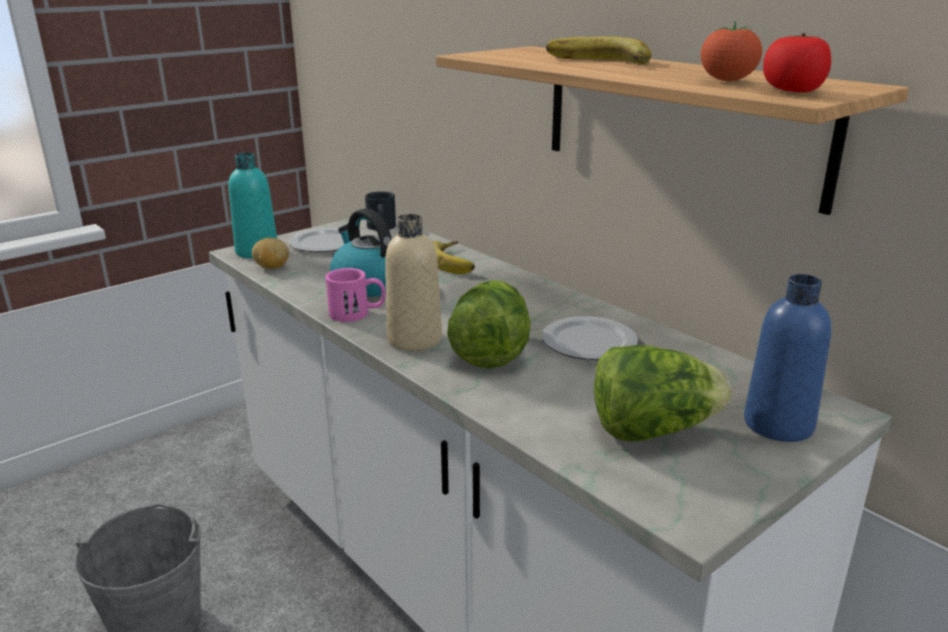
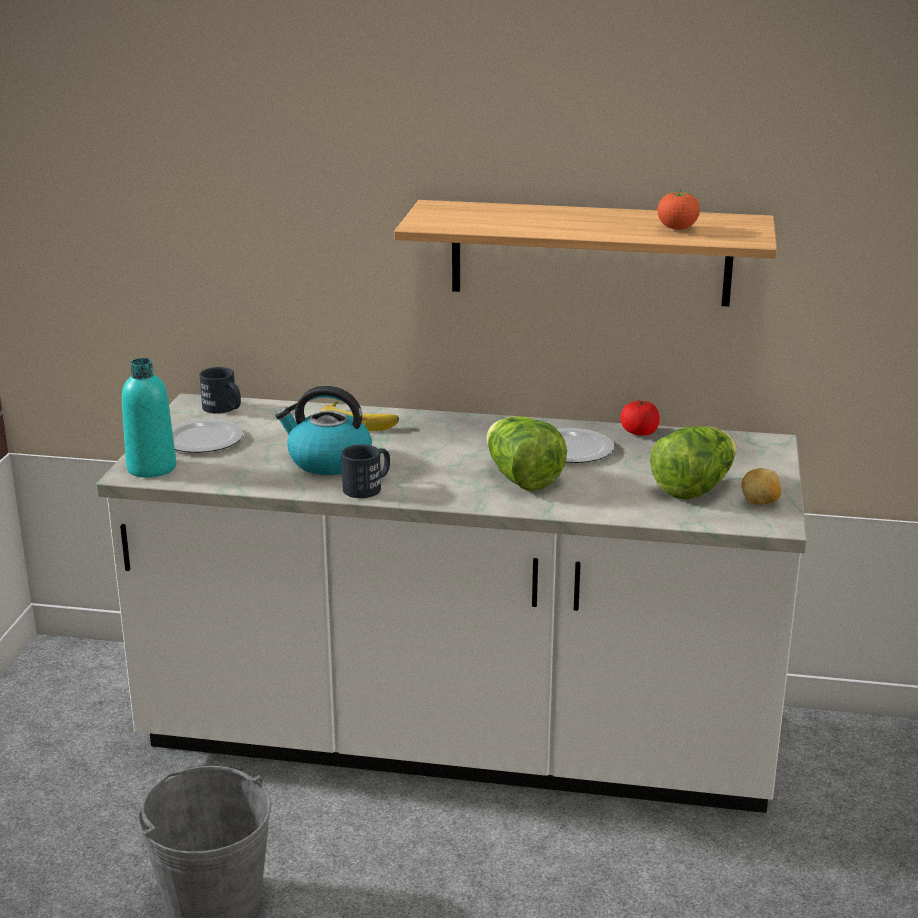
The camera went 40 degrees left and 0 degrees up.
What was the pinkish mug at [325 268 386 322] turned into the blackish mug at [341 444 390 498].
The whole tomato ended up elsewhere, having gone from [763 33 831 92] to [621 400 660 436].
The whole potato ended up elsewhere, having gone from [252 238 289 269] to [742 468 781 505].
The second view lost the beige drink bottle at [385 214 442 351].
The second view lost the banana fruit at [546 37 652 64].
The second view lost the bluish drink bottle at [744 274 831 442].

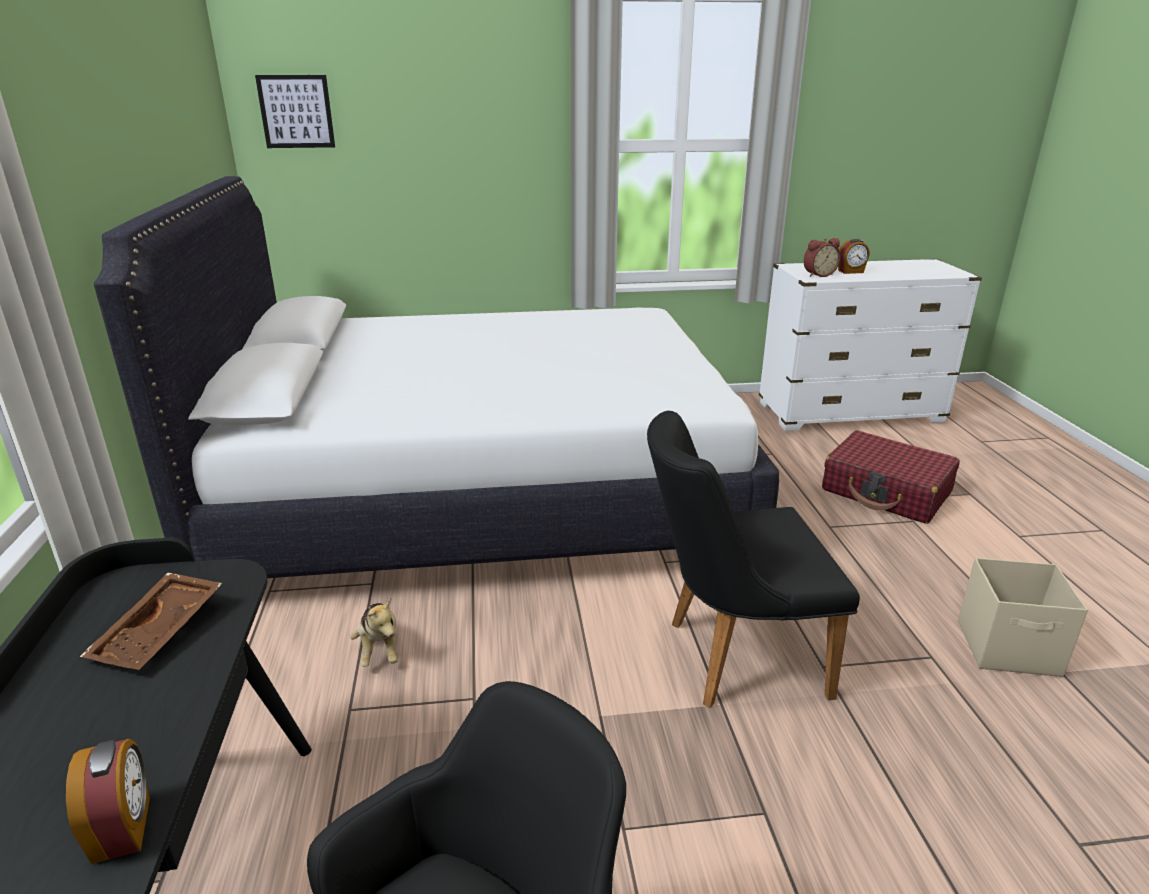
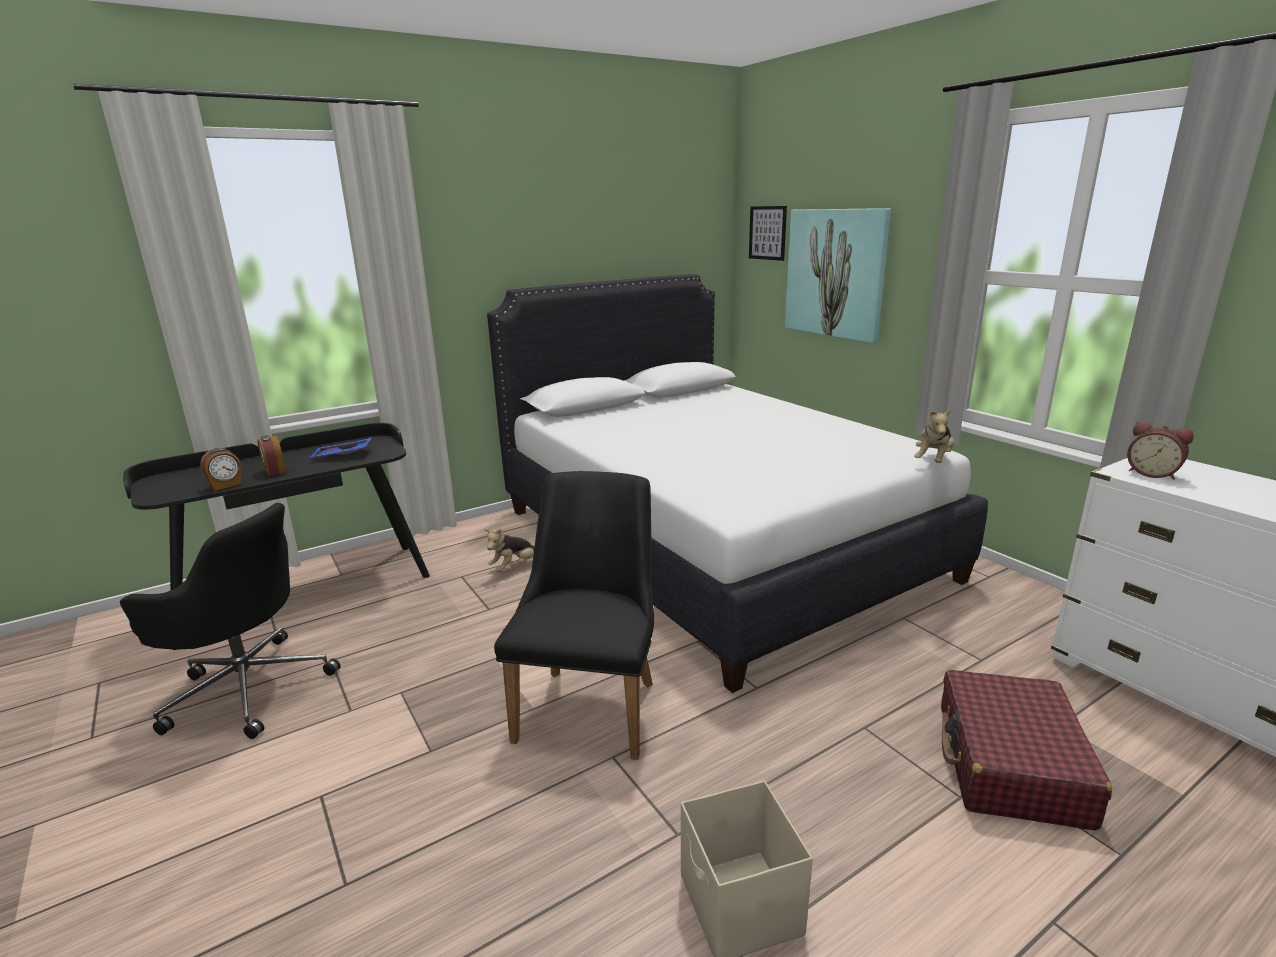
The camera went 65 degrees right and 5 degrees down.
The bedside clock ended up elsewhere, having gone from [838 239 870 274] to [258 435 286 476].
What was the brownish carrying tray at [80 573 222 670] turned into the bluish carrying tray at [310 438 371 458].
The blackish chair at [647 411 860 708] ended up facing another way, 45 degrees clockwise from before.
The second view gained the wall art at [785 208 891 343].
The second view gained the cuddly toy at [914 408 954 463].

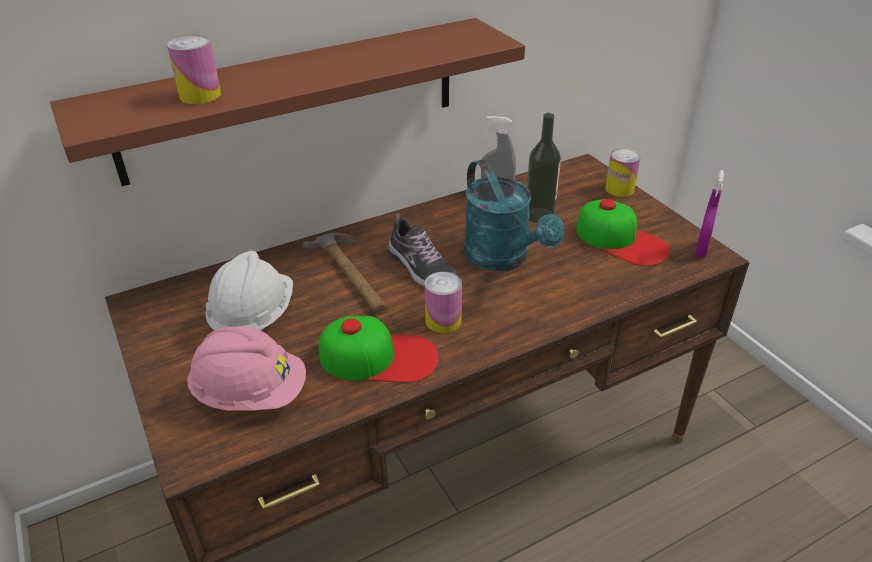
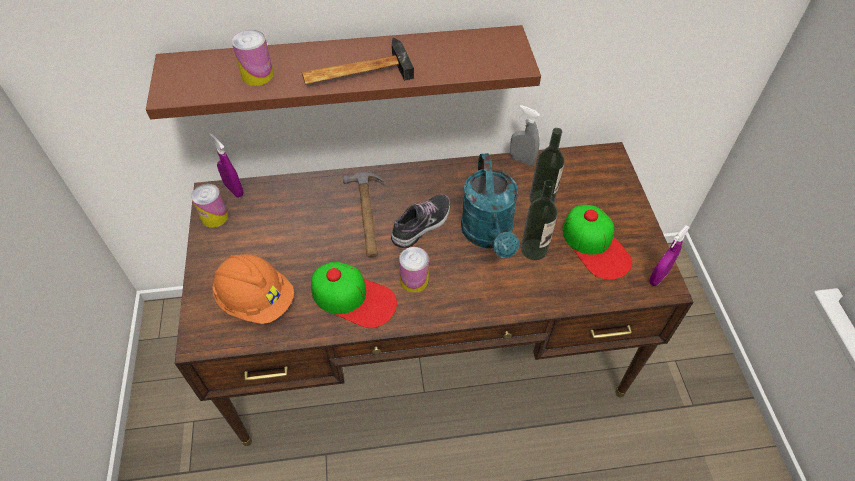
The camera went 20 degrees right and 15 degrees up.
The sealed can ended up elsewhere, having gone from [605 148 641 197] to [191 184 228 228].
The second view gained the purplish sprayer at [209 133 244 197].
What was the pinkish work helmet at [187 326 306 411] turned into the orange-coloured work helmet at [212 254 294 324].
The second view gained the hammer at [302 38 414 85].
The low shoe at [388 213 458 286] ended up facing another way, 120 degrees counterclockwise from before.
The second view gained the drink bottle at [521 180 557 260].
The second view lost the whitish work helmet at [205 251 293 331].

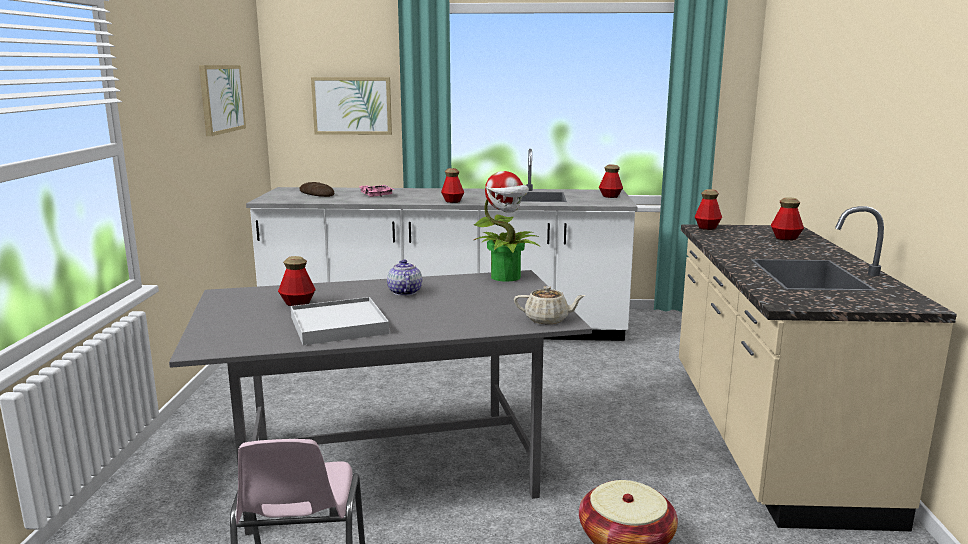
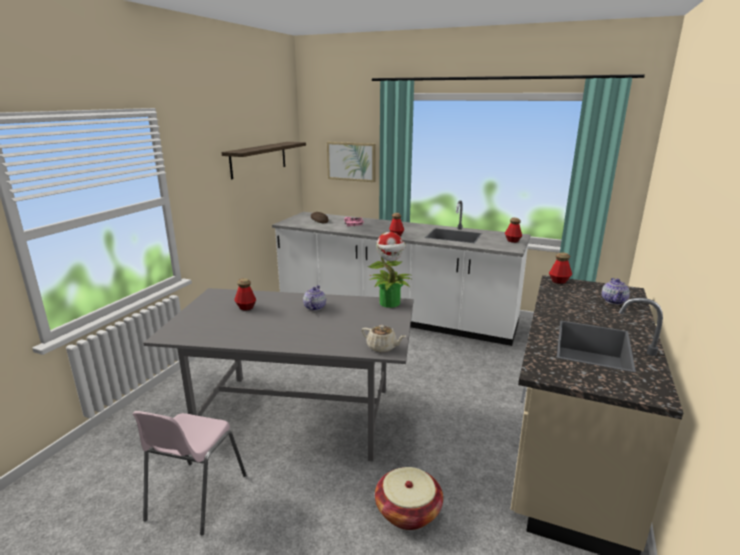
The camera went 20 degrees right and 5 degrees up.
Where the wall art hung at [199 65 246 136], the wall shelf came to hang at [221 142 306 180].
Where the drink bottle stood at [771 197 804 240], the teapot came to stand at [602 278 630 305].
The second view lost the whitish carrying tray at [291 297 389 345].

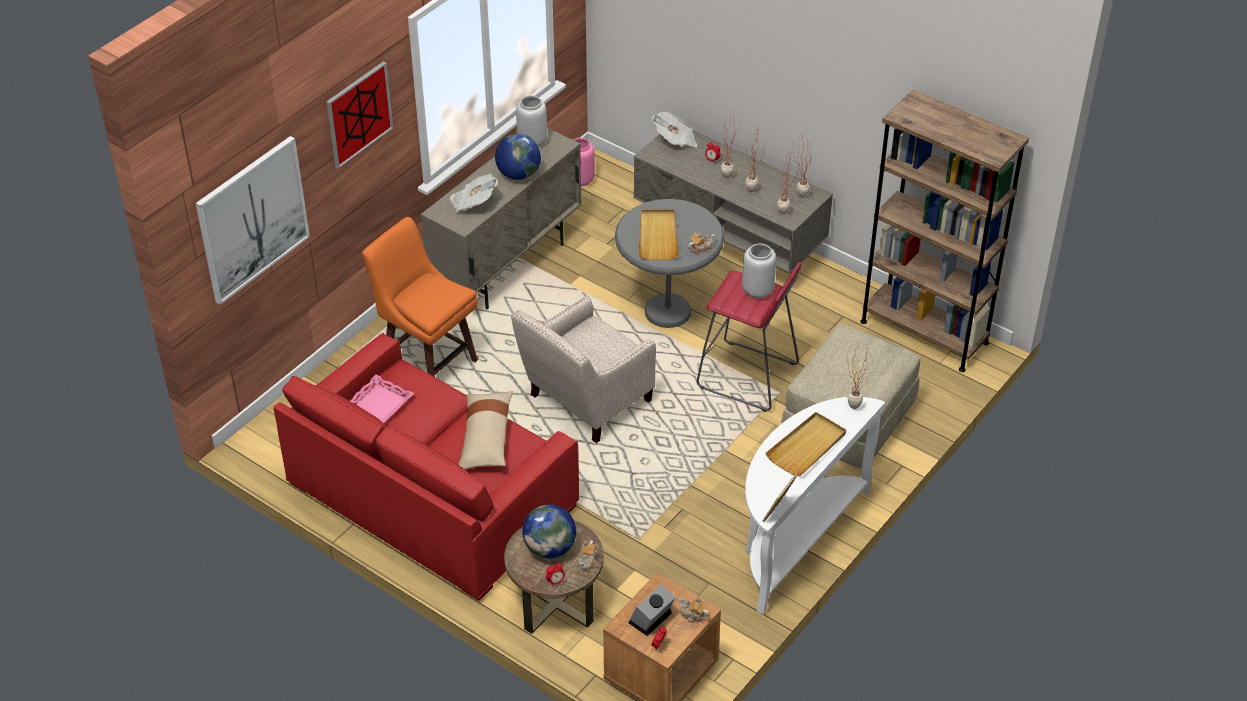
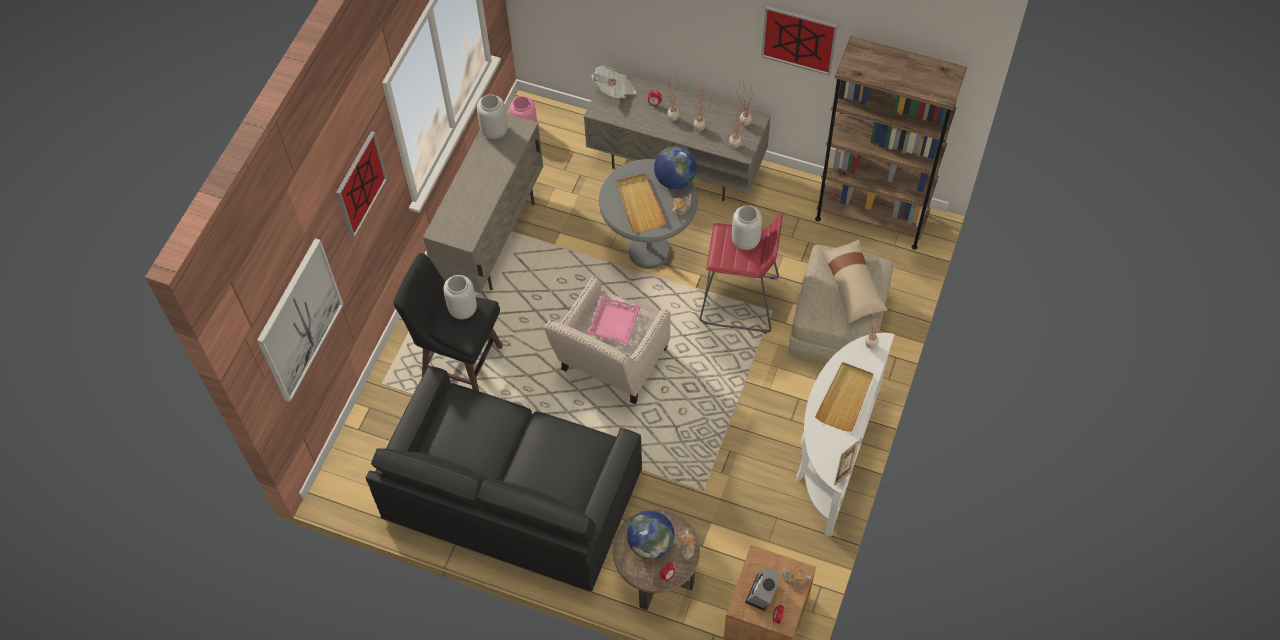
The camera went 15 degrees left and 15 degrees up.
What was the red-coloured settee at [273 333 579 601] turned into the blackish settee at [366 365 642 591].
What was the orange-coloured stool at [362 217 478 377] turned into the blackish stool at [393 253 502 391].
The second view gained the grey vase at [443 275 477 319].
The pinkish carrying tray ended up elsewhere, having gone from [350 375 414 423] to [587 296 641 344].
The desk globe ended up elsewhere, having gone from [495 134 541 180] to [654 146 697 189].
The second view gained the wall art at [761 6 837 75].
The beige pillow ended up elsewhere, having gone from [458 391 513 469] to [821 239 888 323].
The second view lost the newspaper at [450 174 498 212].

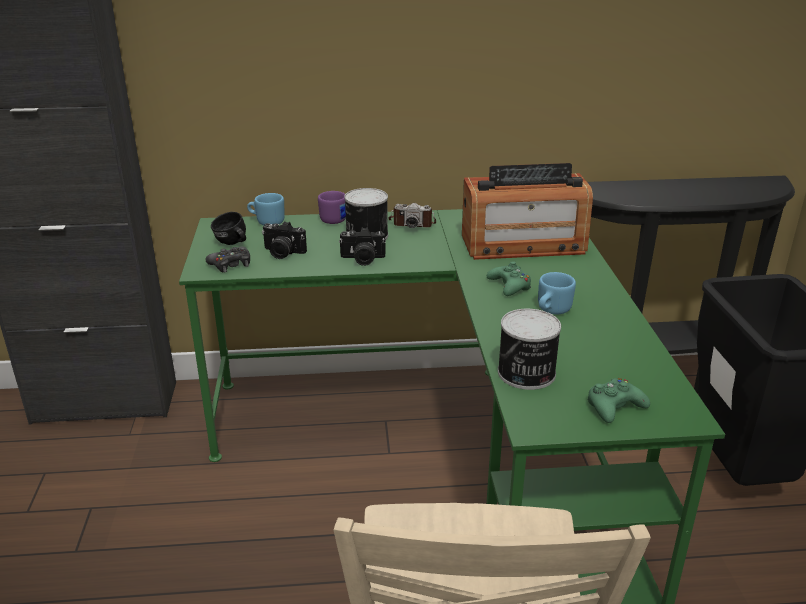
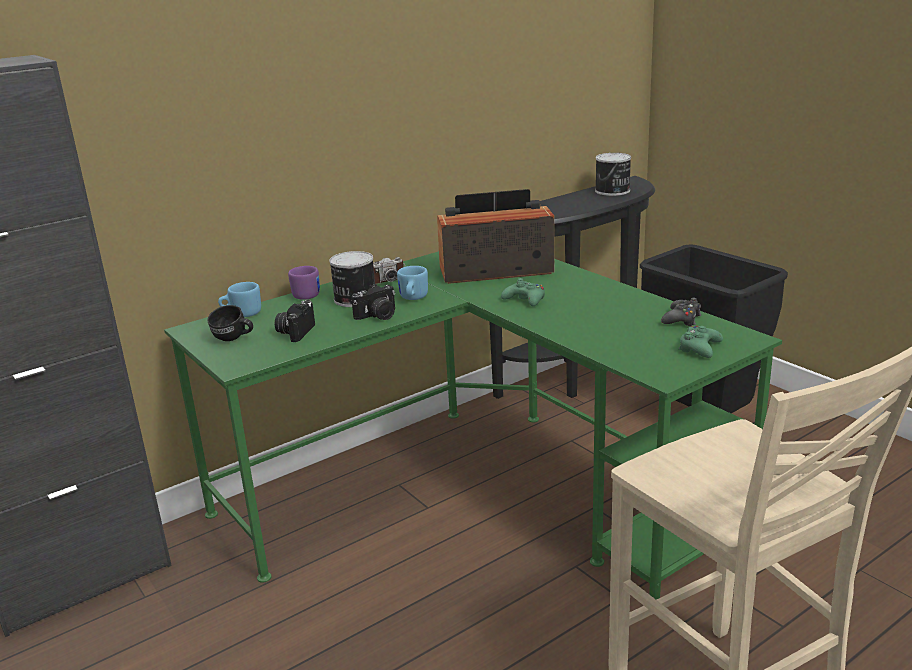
The camera went 30 degrees left and 5 degrees down.
The photo camera at [262 221 307 259] ended up facing another way, 120 degrees clockwise from before.
The bluish mug ended up elsewhere, having gone from [538 272 576 314] to [397 266 428 300].
The radio set at [462 163 593 260] ended up facing another way, 150 degrees counterclockwise from before.
The sealed can ended up elsewhere, having gone from [498 309 561 390] to [595 153 631 196].
The blackish gamepad ended up elsewhere, having gone from [205 247 250 272] to [661 298 701 326].

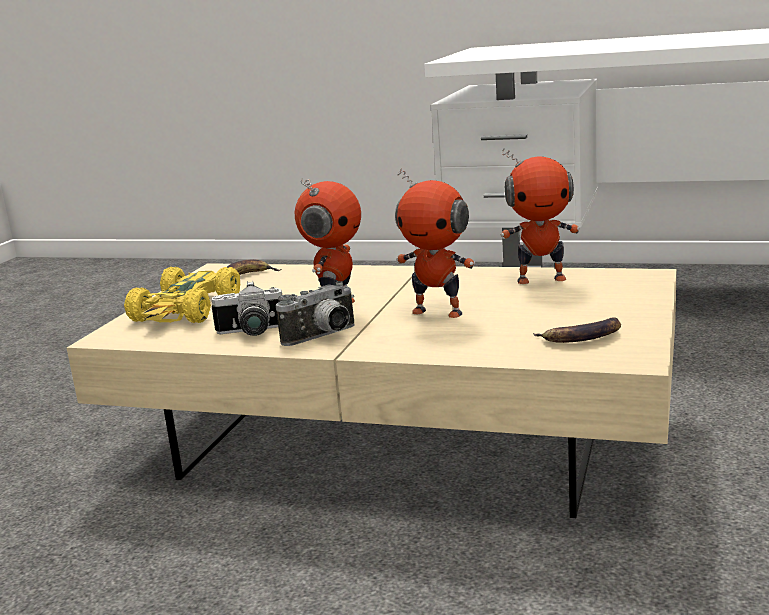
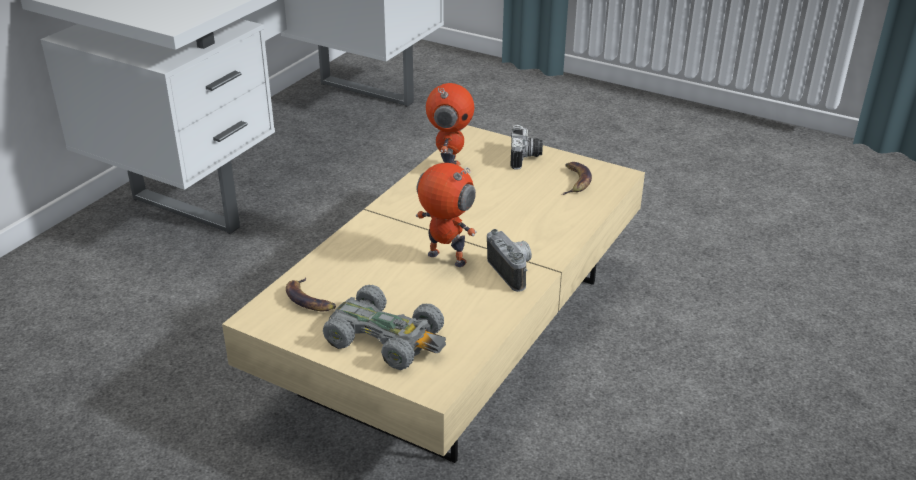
The camera went 80 degrees left and 15 degrees up.
What was the yellow-coloured miniature car at [124 267 240 323] turned into the grey miniature car at [323 285 446 370].
The photo camera ended up elsewhere, having gone from [212 281 282 336] to [510 125 543 170].
The second view lost the model robot at [395 168 476 318].

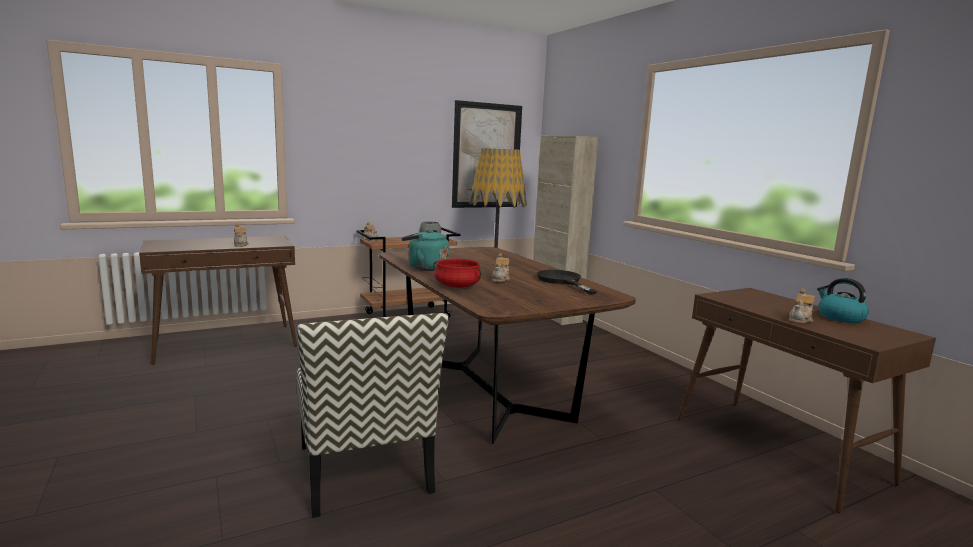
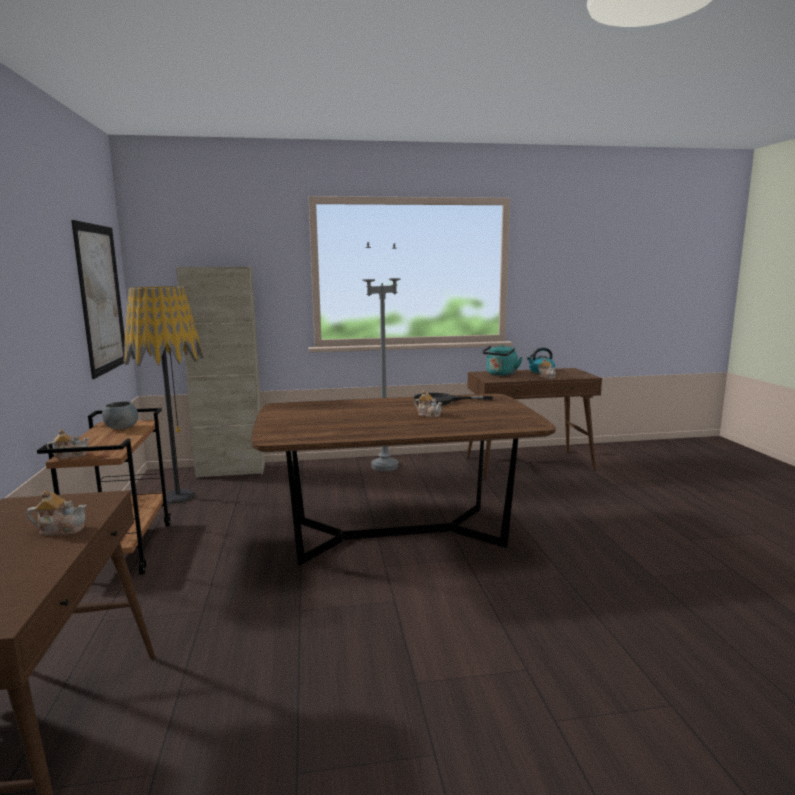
The camera went 70 degrees left and 0 degrees up.
The second view gained the grey standard lamp at [363 243 401 471].
The turquoise water kettle ended up elsewhere, having gone from [402 230 450 271] to [482 345 523 376].
The second view lost the chair at [297 313 449 518].
The second view lost the red-coloured stockpot at [433 259 481 288].

